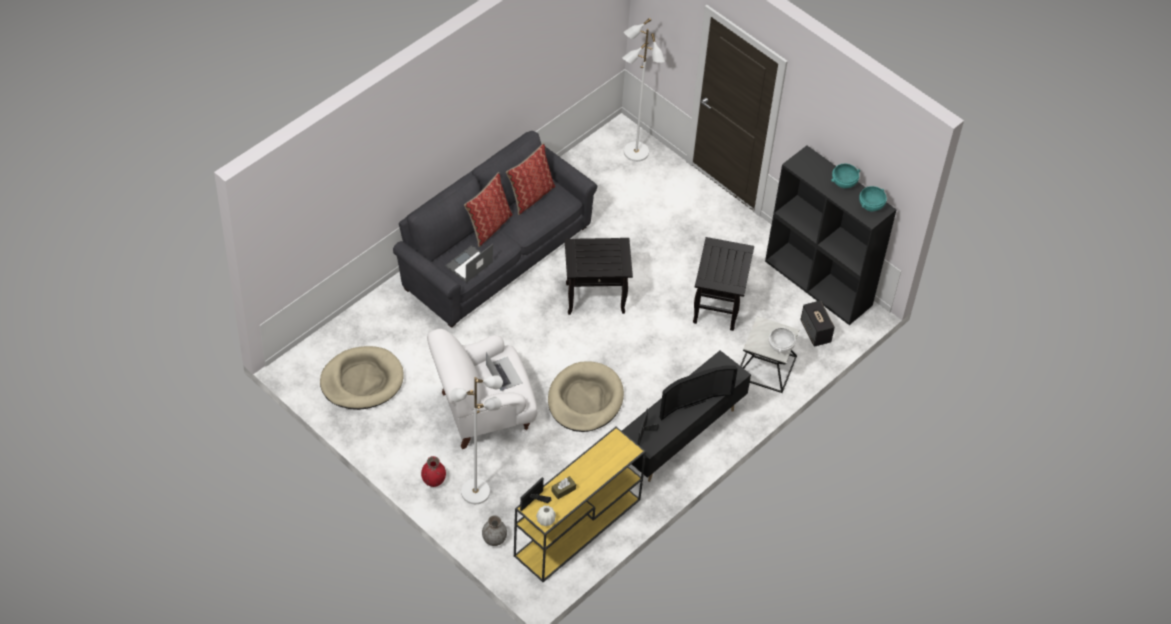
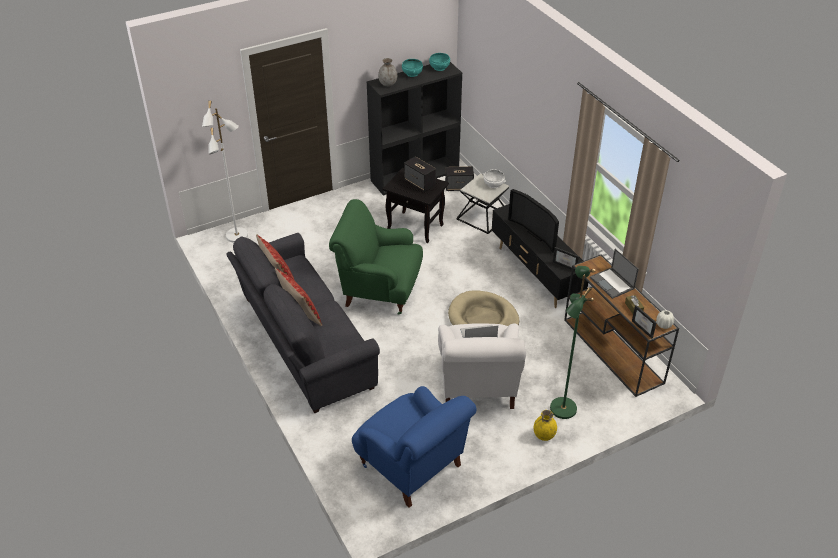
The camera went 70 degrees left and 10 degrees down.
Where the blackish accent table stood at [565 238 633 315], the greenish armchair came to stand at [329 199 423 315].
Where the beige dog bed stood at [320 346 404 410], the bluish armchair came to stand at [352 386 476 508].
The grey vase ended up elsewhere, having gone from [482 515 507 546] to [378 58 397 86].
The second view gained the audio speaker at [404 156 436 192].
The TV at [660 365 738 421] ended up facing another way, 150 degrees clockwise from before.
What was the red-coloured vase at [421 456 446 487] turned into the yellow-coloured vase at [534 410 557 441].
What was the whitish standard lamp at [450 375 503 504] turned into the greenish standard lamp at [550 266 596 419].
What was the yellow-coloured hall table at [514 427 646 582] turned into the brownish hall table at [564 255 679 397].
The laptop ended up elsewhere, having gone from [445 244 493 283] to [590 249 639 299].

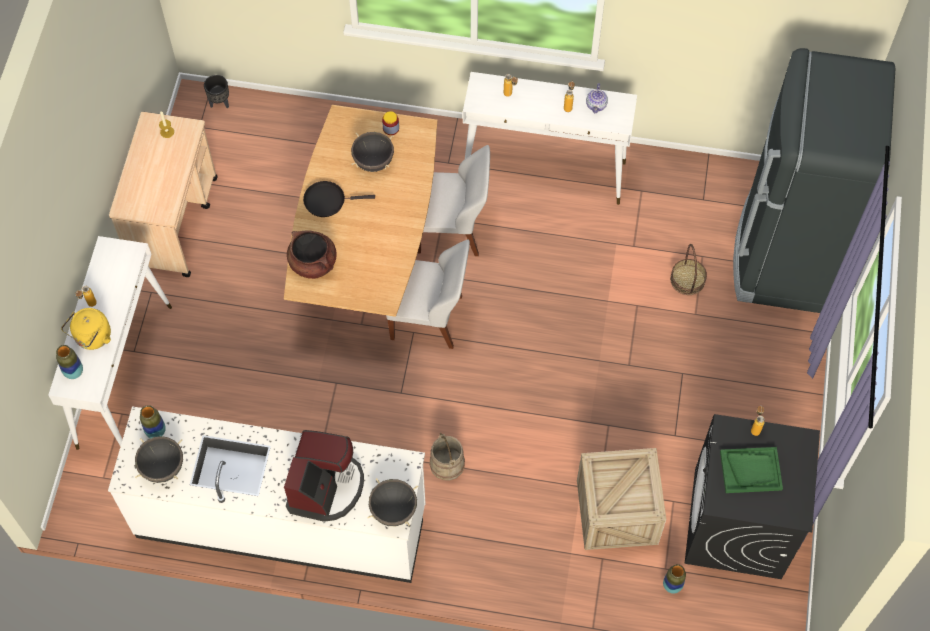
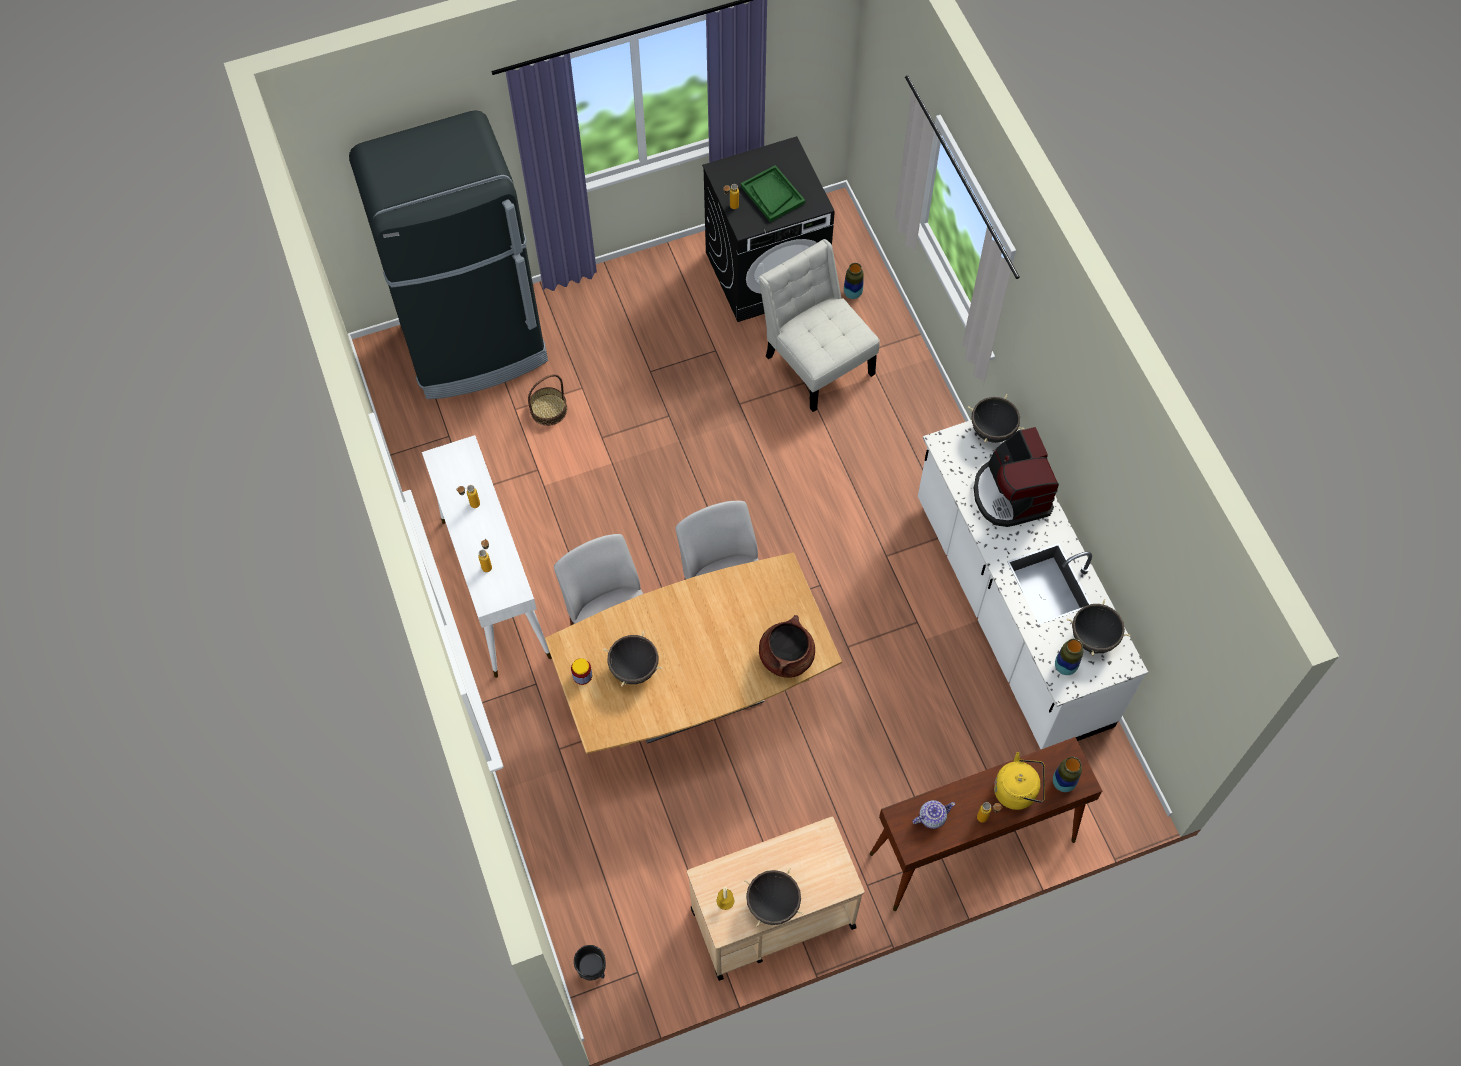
The camera went 120 degrees left and 0 degrees up.
The second view gained the blackish stockpot at [744 868 804 927].
Where the packing crate stood at [577 448 666 550], the whitish chair came to stand at [759 239 880 412].
What was the whitish hall table at [48 236 172 450] turned into the brownish hall table at [870 737 1102 911].
The teapot ended up elsewhere, having gone from [586 83 608 113] to [912 800 955 829].
The coffee brewer at [284 430 364 522] ended up facing another way, 90 degrees counterclockwise from before.
The second view lost the blackish frying pan at [303 181 375 217].
The second view lost the beige water bucket at [430 433 465 481].

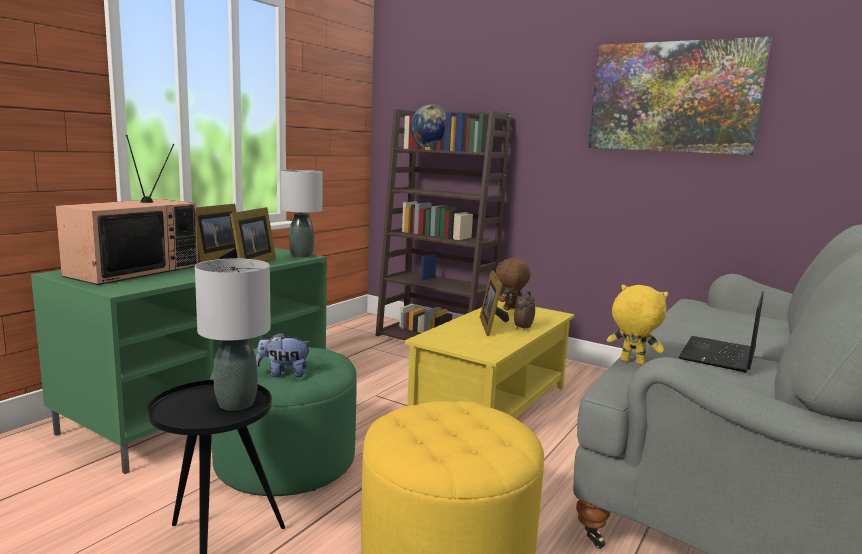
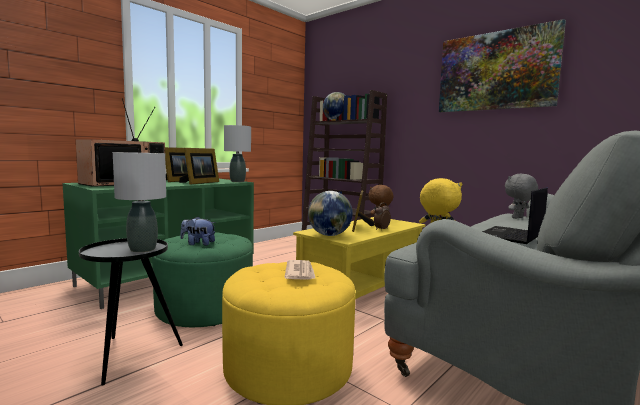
The camera went 10 degrees right and 5 degrees down.
The second view gained the newspaper at [284 260 316 280].
The second view gained the desk globe at [308 191 353 236].
The second view gained the grey cuddly toy at [505 174 538 219].

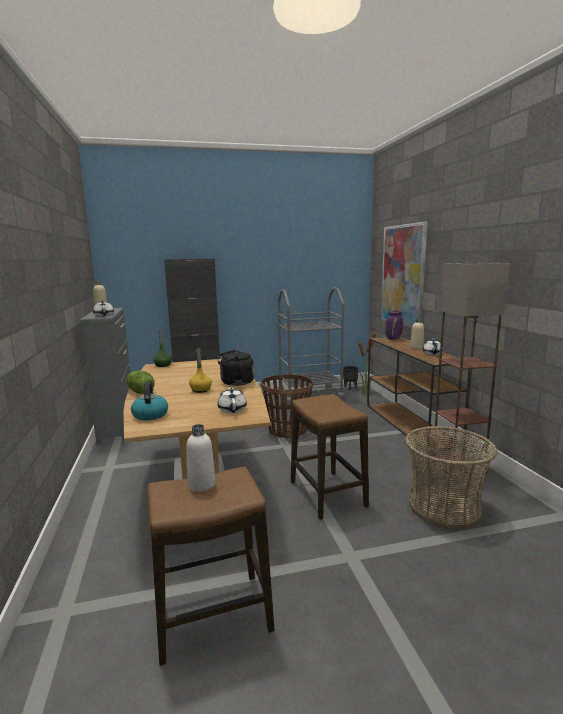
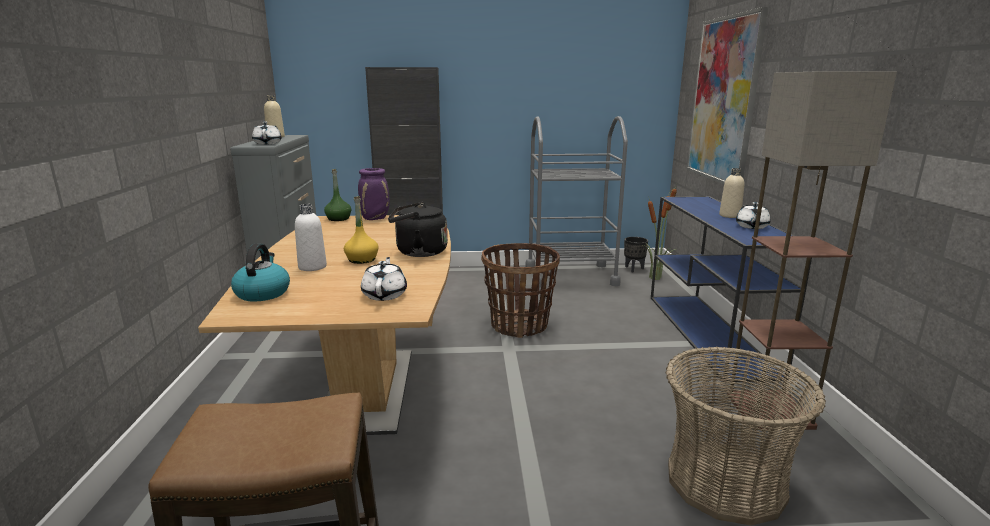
The camera went 10 degrees right and 5 degrees up.
The whitish drink bottle ended up elsewhere, having gone from [186 424 215 492] to [295 204 327 271].
The purplish vase ended up elsewhere, having gone from [385 311 403 340] to [358 168 390 220].
What was the brownish hall table at [367 337 470 453] turned into the bluish hall table at [651 196 812 382].
The second view lost the lettuce head at [127 370 155 394].
The second view lost the stool at [291 394 369 519].

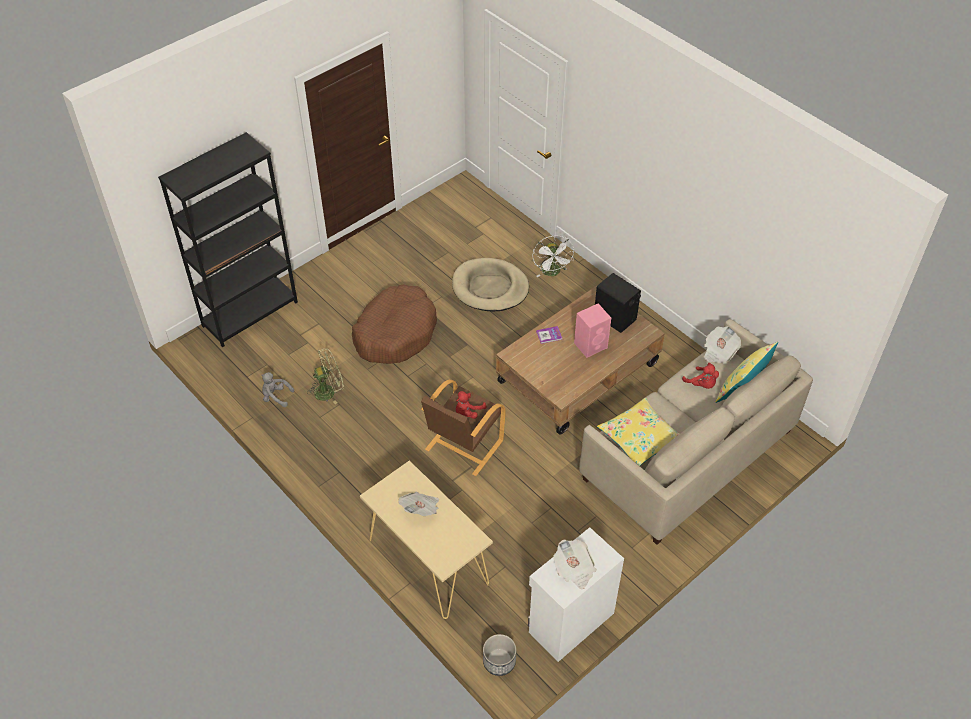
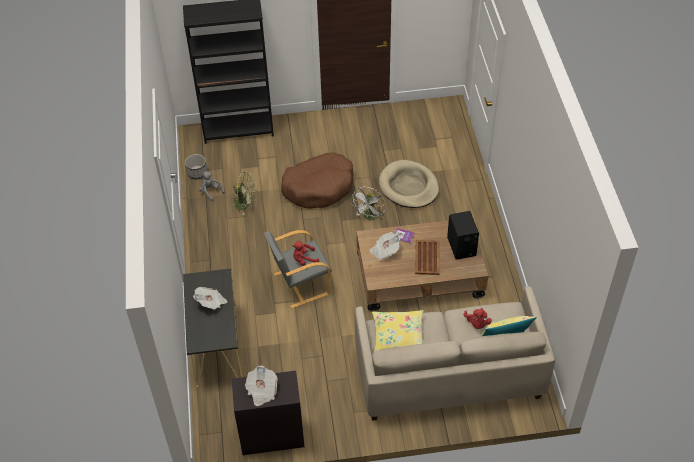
The camera went 35 degrees right and 0 degrees up.
What was the beige hall table at [360 460 493 619] turned into the blackish hall table at [183 269 242 387].
The plant pot ended up elsewhere, having gone from [483 634 516 676] to [185 154 207 179].
What was the whitish storage cabinet at [528 527 624 662] turned into the blackish storage cabinet at [232 371 304 455].
What was the brownish armchair at [421 379 506 476] turned into the grey armchair at [264 230 332 308].
The whitish fan ended up elsewhere, having gone from [532 235 575 277] to [351 187 386 220].
The newspaper ended up elsewhere, having gone from [704 326 741 364] to [370 232 400 260].
Where the pinkish audio speaker stood at [574 303 611 358], the brownish carrying tray came to stand at [415 240 440 275].

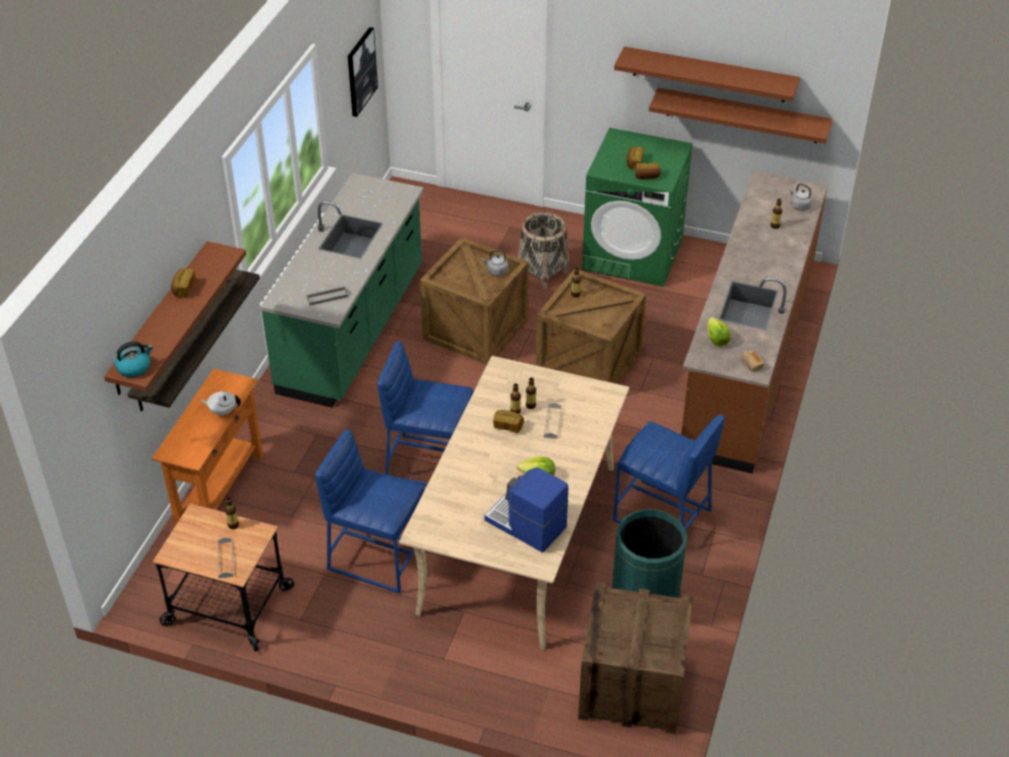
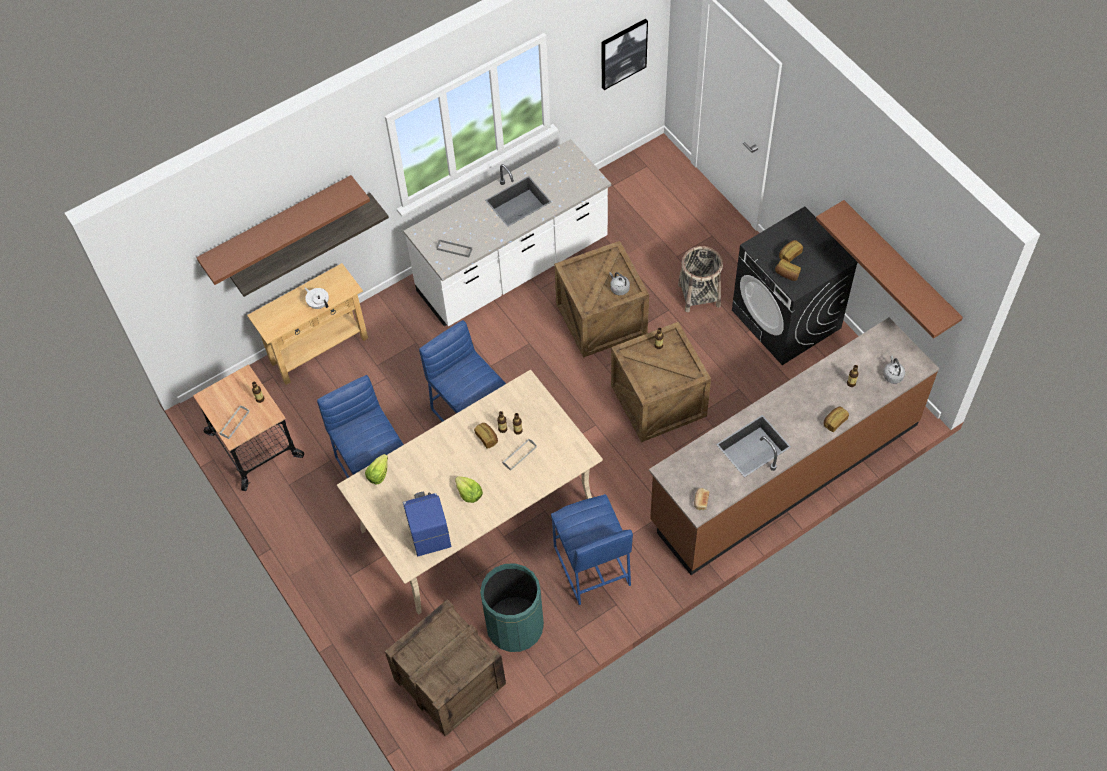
The camera went 40 degrees right and 15 degrees up.
What was the orange-coloured hall table at [152 369 263 526] turned into the beige hall table at [247 263 368 385].
The lettuce head ended up elsewhere, having gone from [708 317 730 346] to [365 454 388 485].
What was the greenish kitchen base unit at [260 173 424 408] turned into the whitish kitchen base unit at [404 139 611 326].
What was the greenish laundry machine at [582 128 693 287] turned into the blackish laundry machine at [732 207 858 365].
The bakery bread ended up elsewhere, having gone from [171 268 196 297] to [823 407 849 432].
The second view lost the water kettle at [115 341 153 377].
The second view lost the brownish wall shelf at [614 47 800 102].

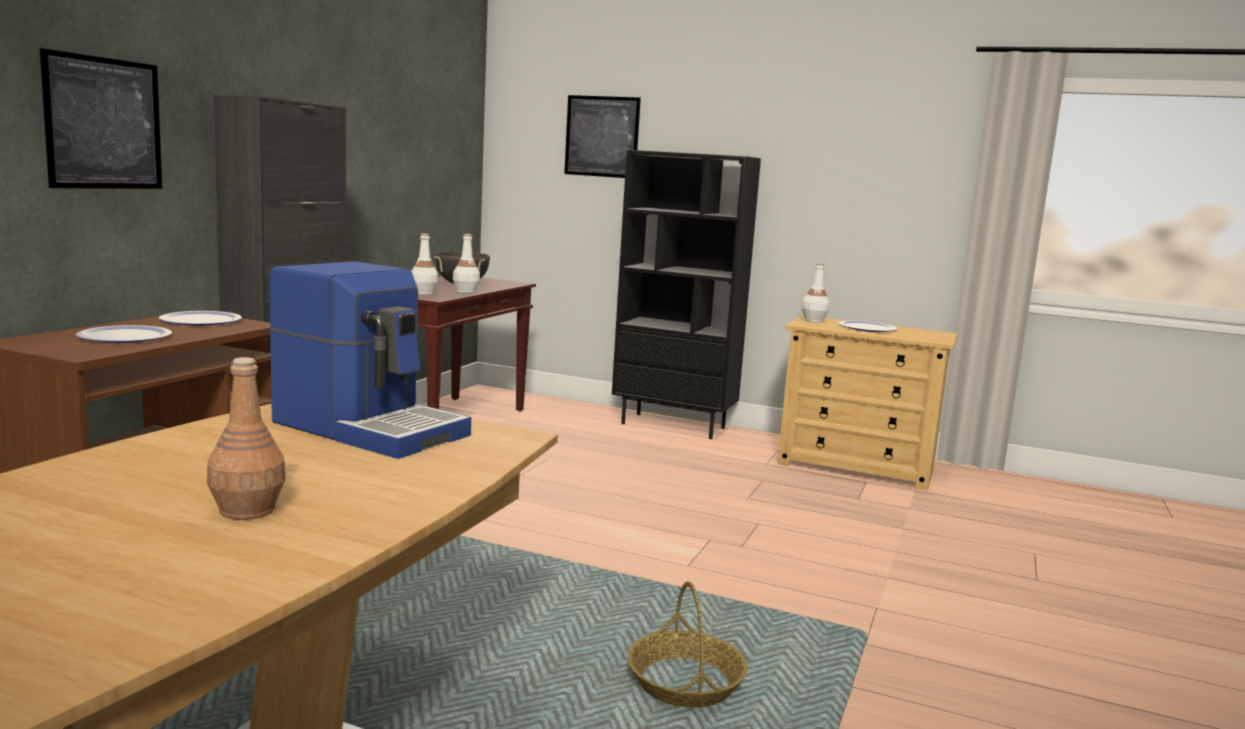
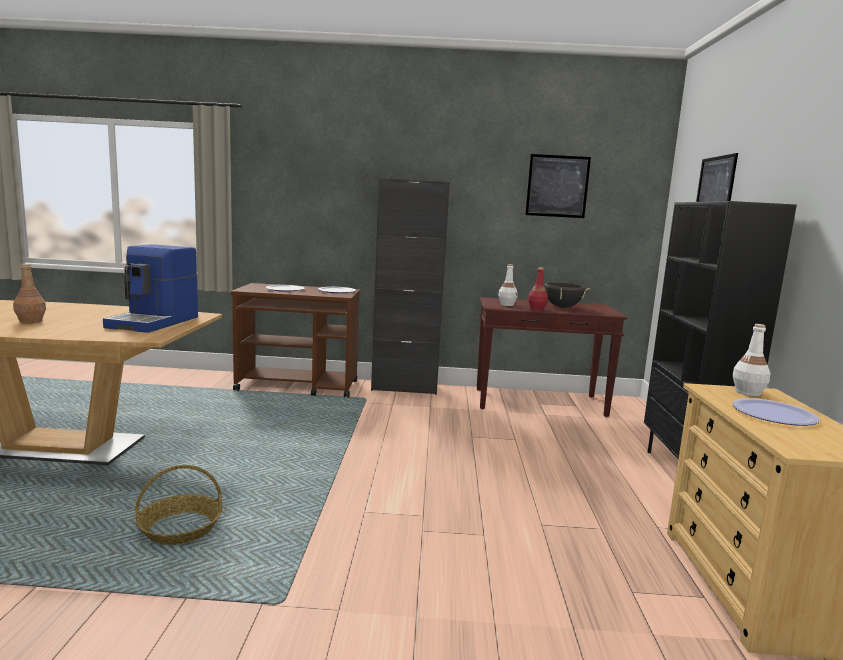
The camera went 70 degrees right and 0 degrees up.
The wall art ended up elsewhere, having gone from [40 48 162 189] to [525 154 591 218].
What was the whitish drink bottle at [453 234 480 293] turned into the red-coloured drink bottle at [528 267 548 311].

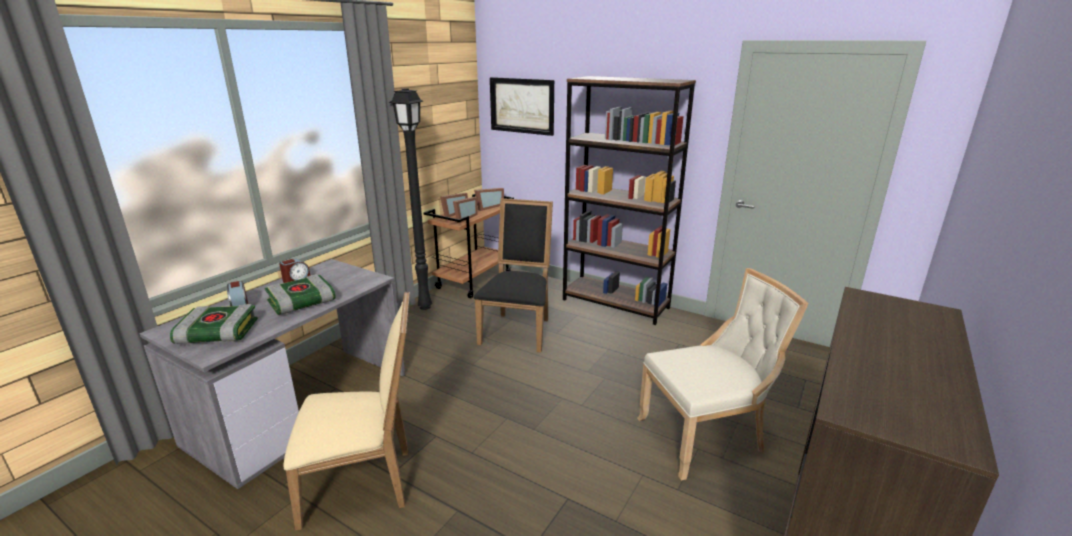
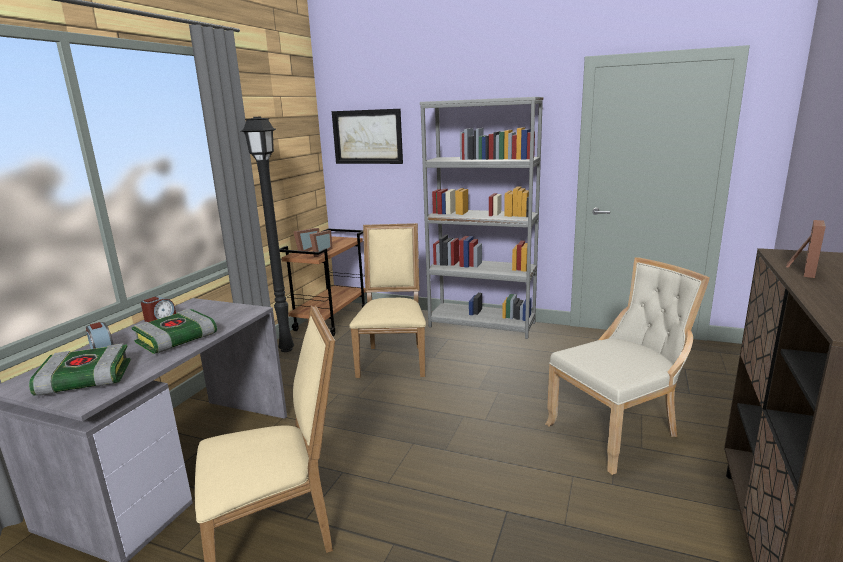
The camera went 10 degrees left and 5 degrees down.
What was the blackish chair at [474 198 553 353] turned into the beige chair at [349 223 426 378].
What was the brownish shelving unit at [563 76 696 325] turned into the grey shelving unit at [420 97 543 339].
The picture frame ended up elsewhere, having gone from [474 188 504 211] to [786 220 826 278].

